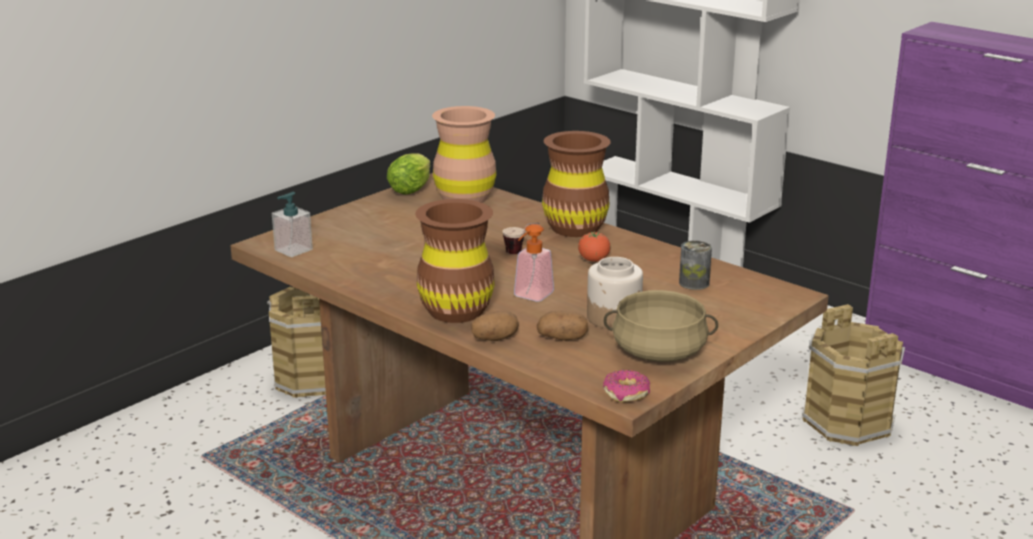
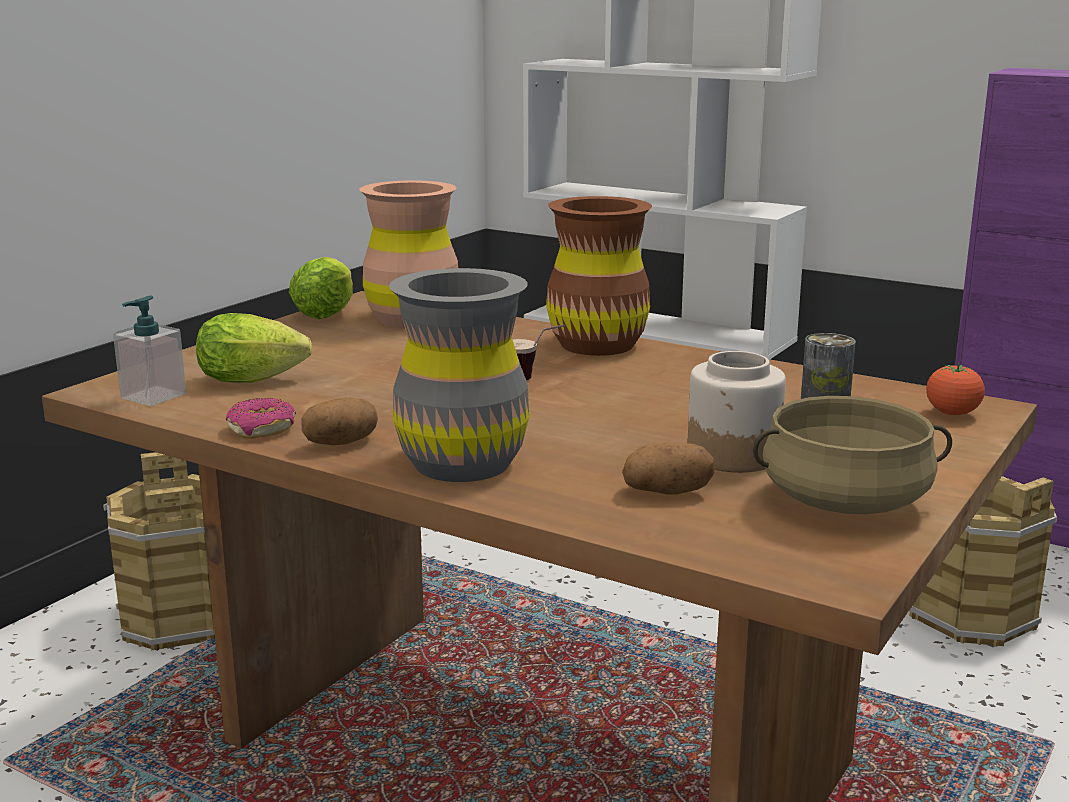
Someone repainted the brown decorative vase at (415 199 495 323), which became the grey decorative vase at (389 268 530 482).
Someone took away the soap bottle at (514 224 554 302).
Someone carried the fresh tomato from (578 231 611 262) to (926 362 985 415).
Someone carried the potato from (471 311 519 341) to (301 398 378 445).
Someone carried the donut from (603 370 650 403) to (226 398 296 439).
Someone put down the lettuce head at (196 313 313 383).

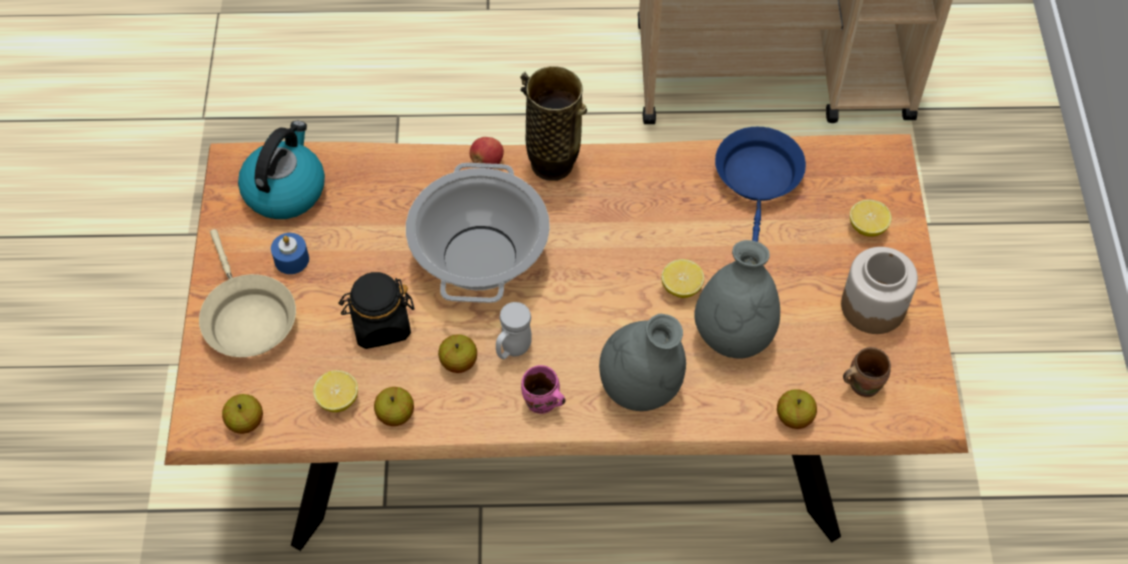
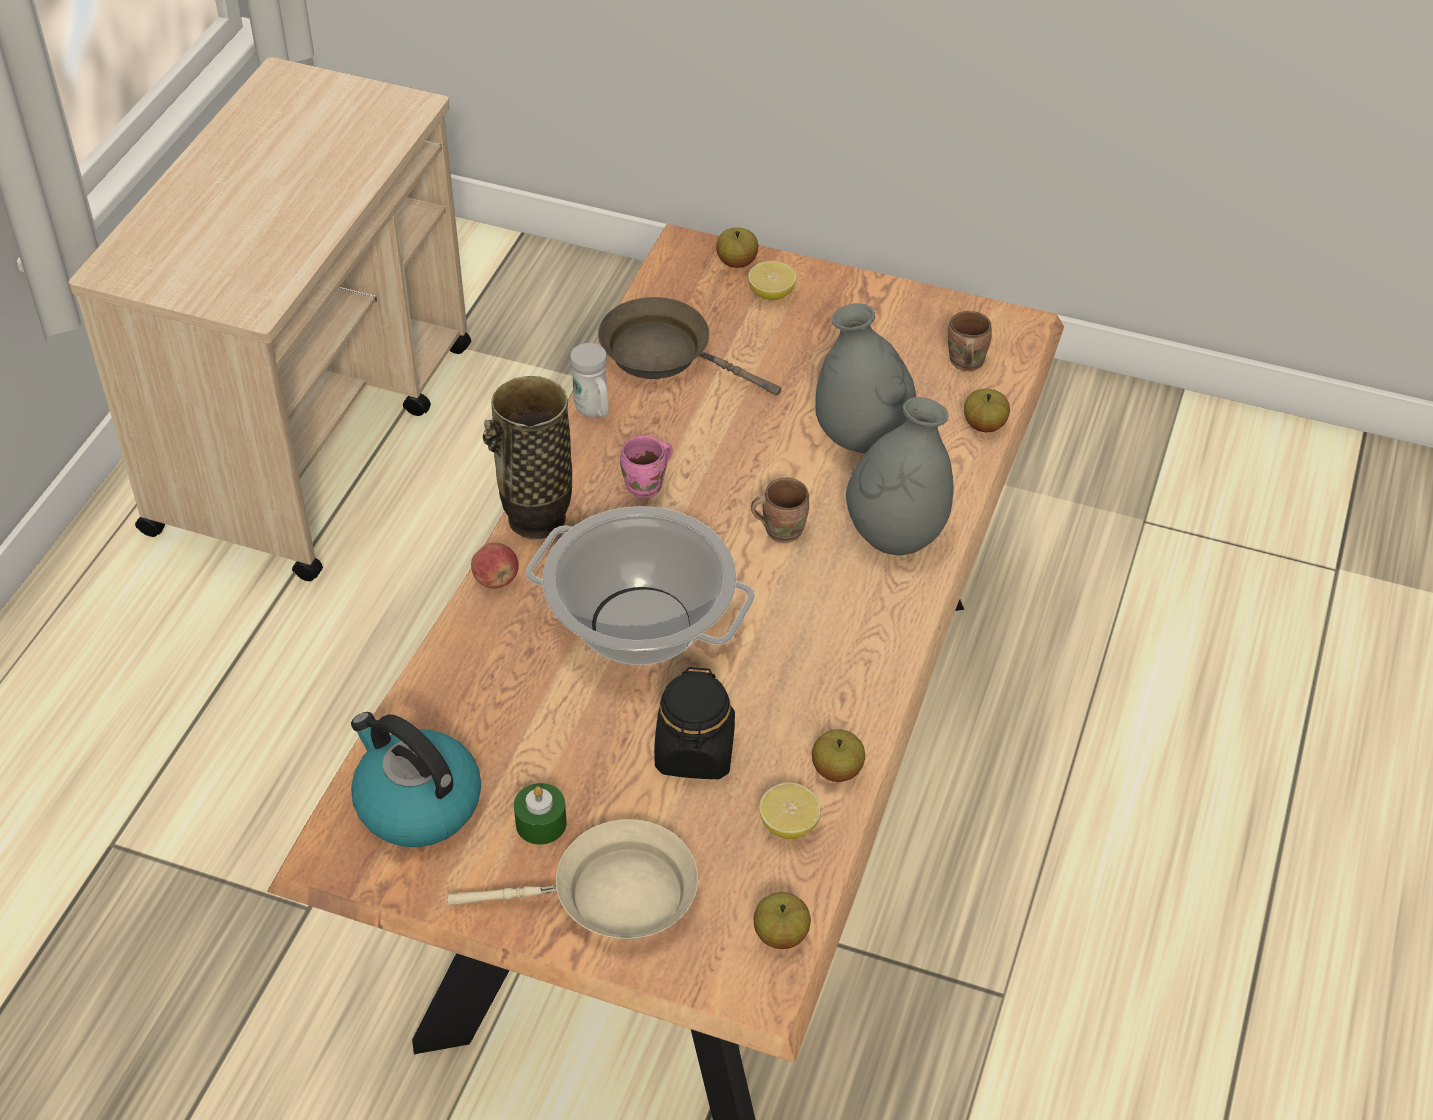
Someone repainted the bluish skillet at (715 127 806 242), which became the brown skillet at (598 297 781 395).
Someone repainted the bluish wax candle at (271 233 309 274), which became the green-coloured wax candle at (514 783 567 845).
Someone took away the jar at (841 247 918 334).
Someone took away the citrus fruit at (661 259 704 298).
Someone carried the white coffee mug from (496 302 532 359) to (570 343 609 418).
Someone carried the apple fruit from (438 334 477 373) to (716 227 758 268).
Someone carried the pinkish coffee mug from (521 365 566 414) to (620 435 673 498).
Someone put down the brown coffee mug at (751 477 809 543).

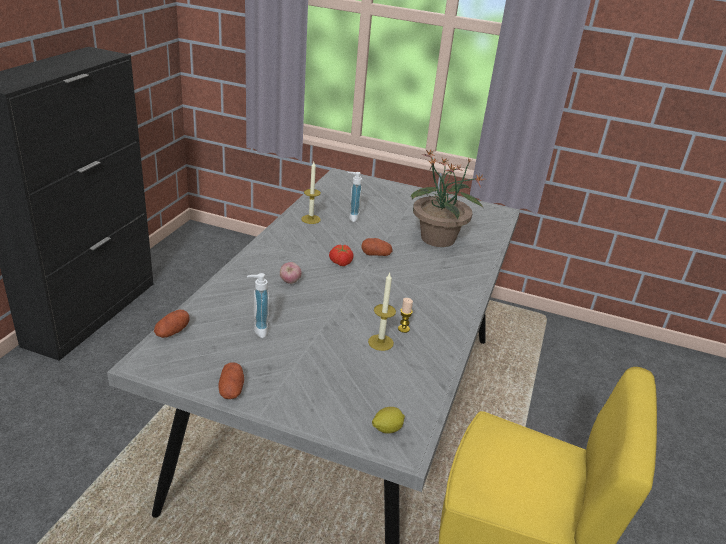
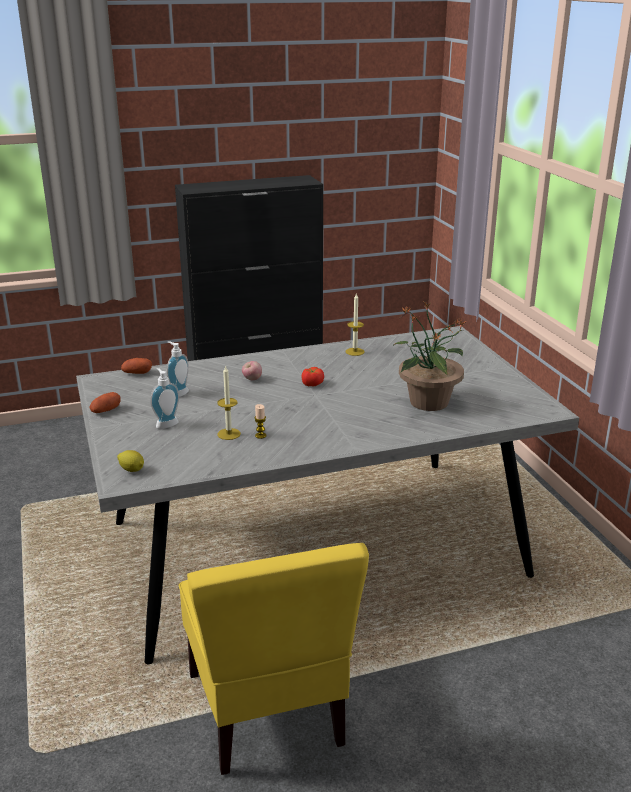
Someone carried the soap bottle from (348 172 362 222) to (150 368 179 429).
Someone took away the potato at (362 238 393 256).

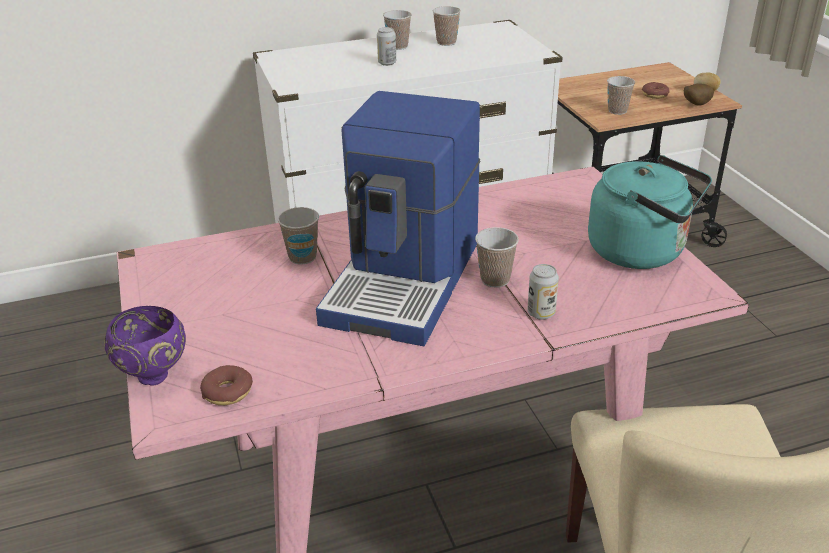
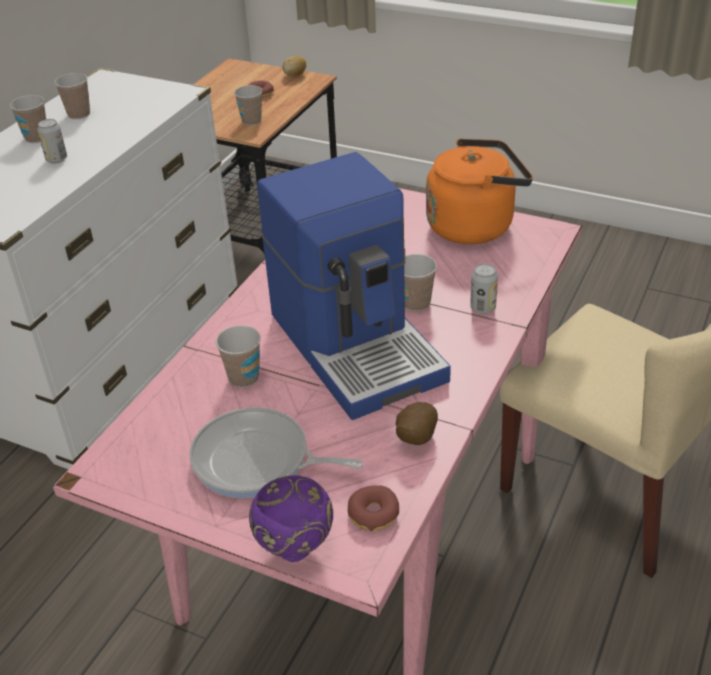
Someone carried the potato from (684 84 714 106) to (396 402 438 445).
Someone repainted the blue-green water kettle at (588 155 712 269), which became the orange-coloured water kettle at (426 138 533 244).
Someone put down the skillet at (189 407 363 498).

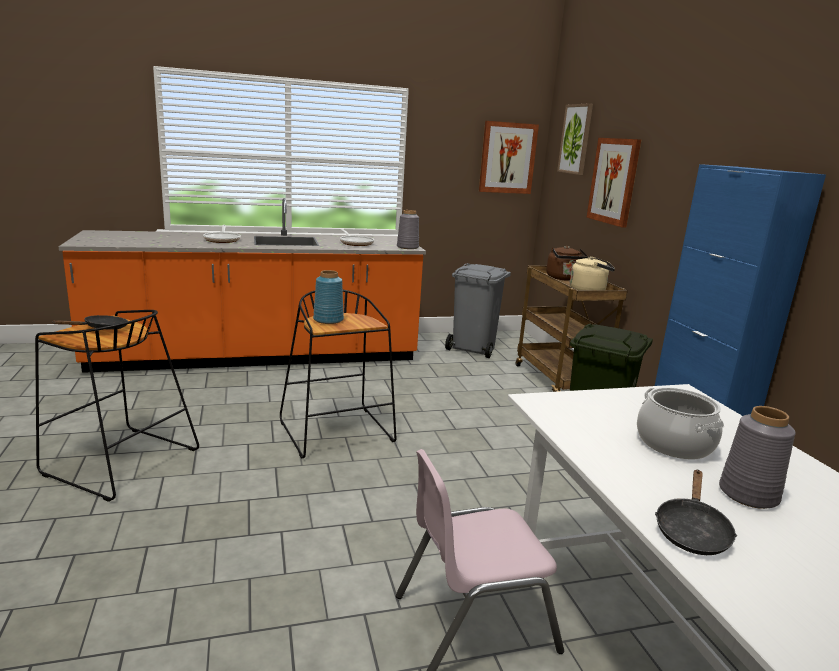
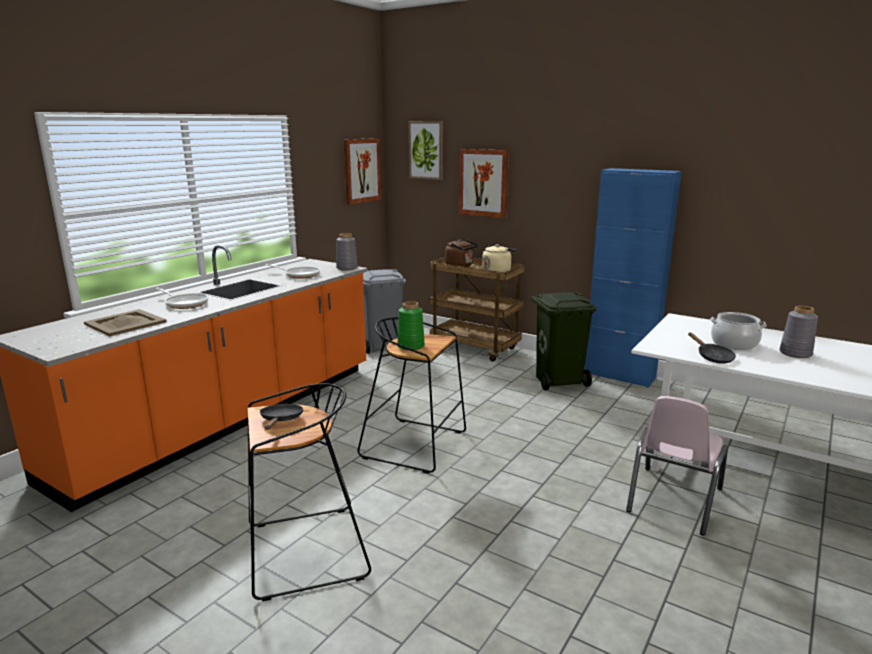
Someone repainted the bluish decorative vase at (313 270 344 324), which became the green-coloured decorative vase at (397 301 425 351).
Someone carried the blackish skillet from (655 470 737 555) to (688 333 736 364).
Someone put down the beige-coloured serving tray at (84 309 167 336).

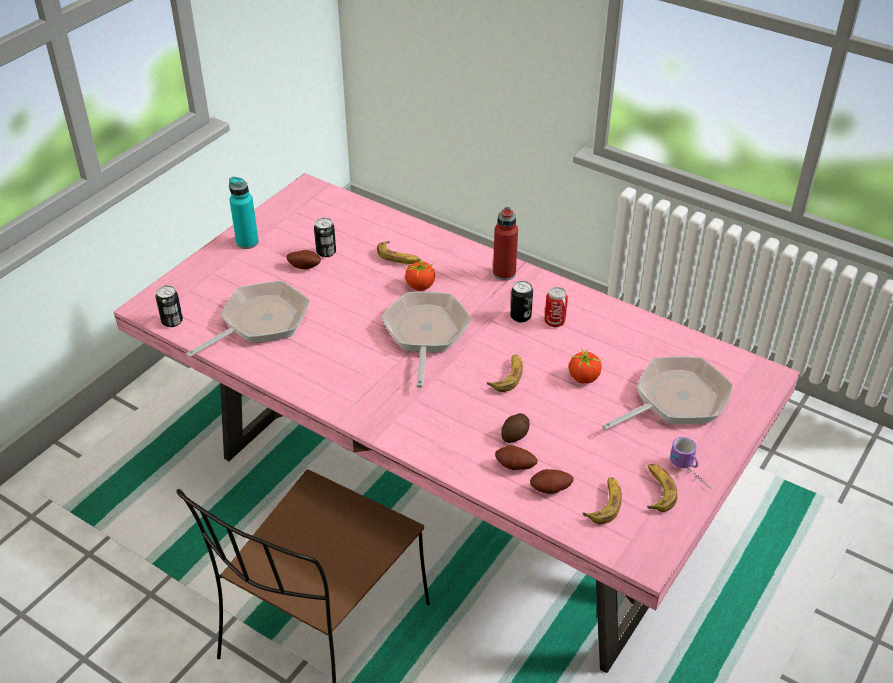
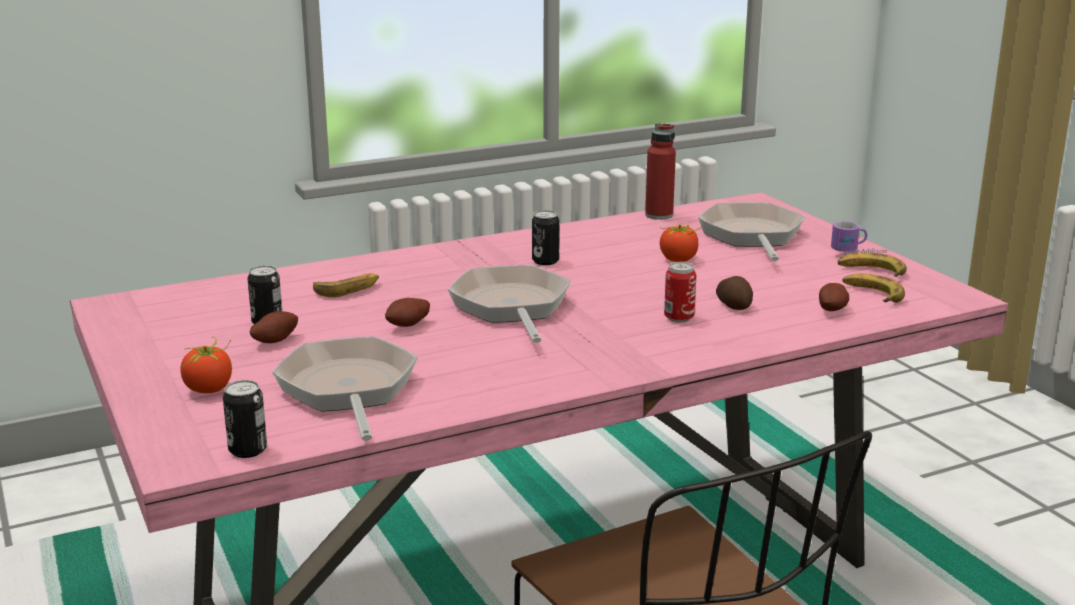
Someone took away the blue-green drink bottle at (229 177 259 249).
Someone carried the reddish drink bottle from (493 207 518 281) to (645 123 676 220).
Someone carried the fresh tomato from (405 258 436 291) to (180 337 232 393).
Someone carried the metal can from (545 287 568 328) to (664 262 696 322).
Someone rotated the skillet at (381 292 471 388) by 45 degrees clockwise.
Someone took away the banana fruit at (487 355 523 392).
Someone carried the potato from (495 445 538 470) to (385 298 430 327).

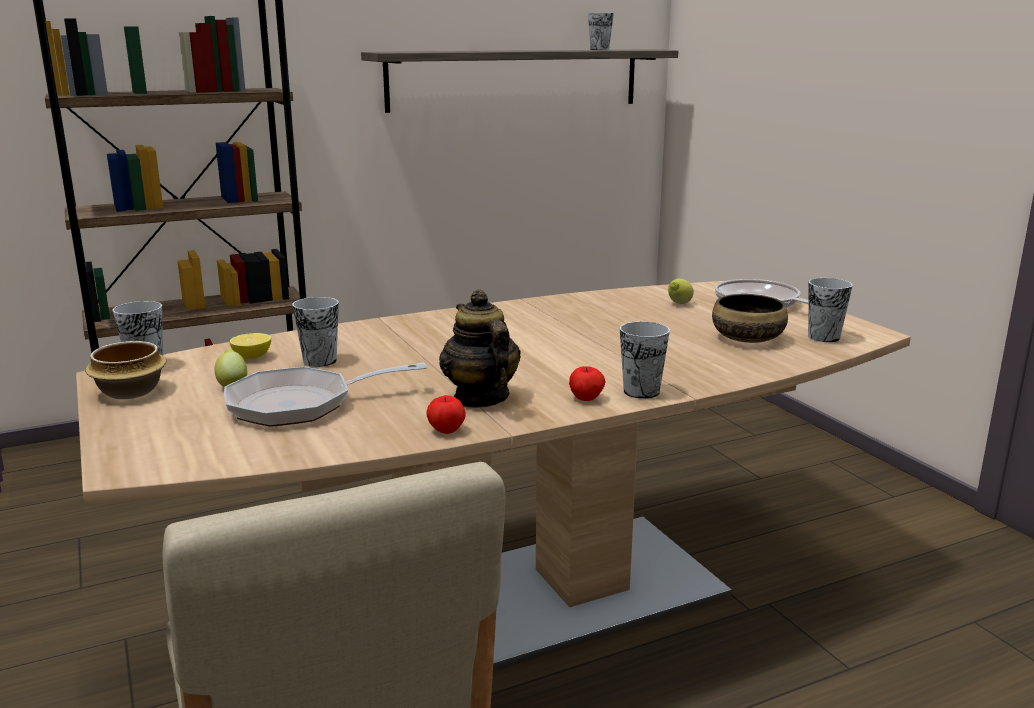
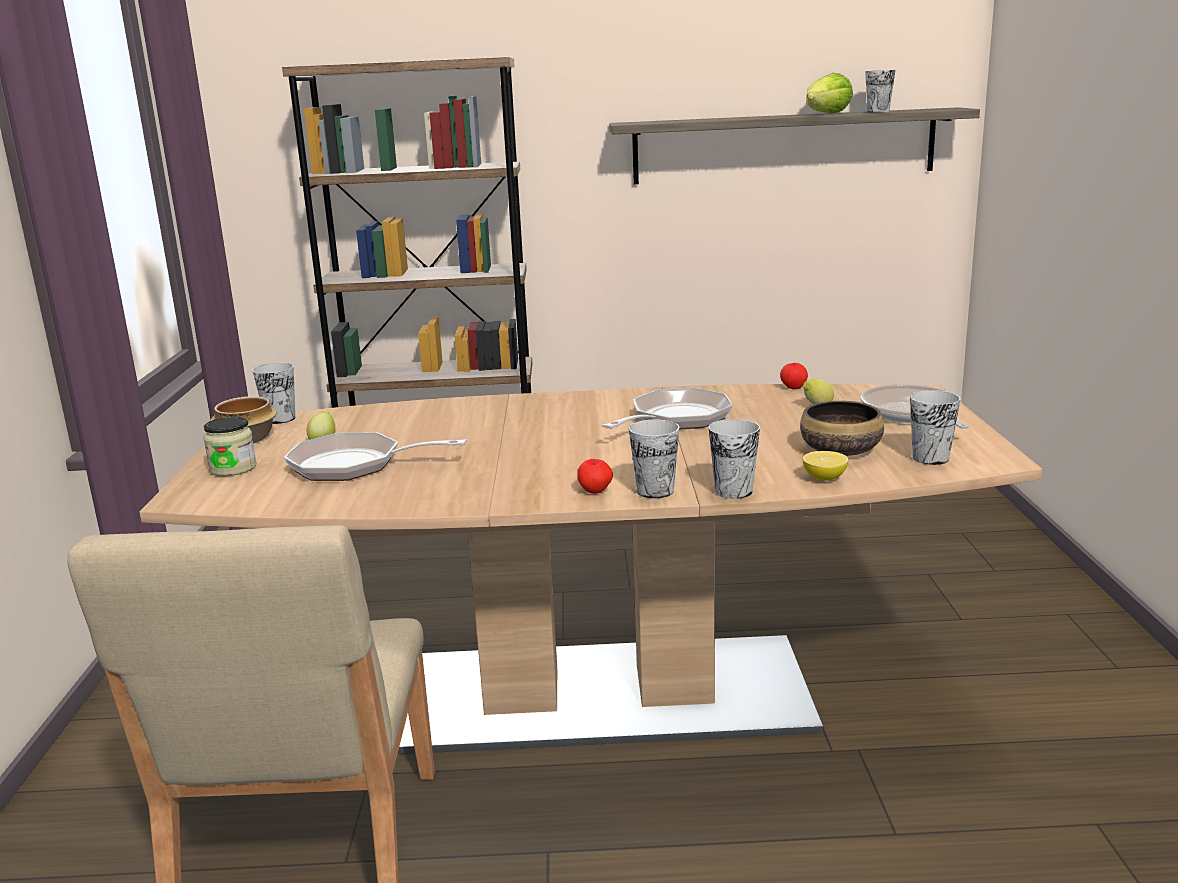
Someone took away the pot for tea at (439 289 521 408).
Someone carried the drinking cup from (292 297 339 367) to (709 419 760 499).
Someone carried the citrus fruit from (230 333 271 359) to (802 451 848 481).
Someone carried the apple fruit from (426 395 466 434) to (780 363 808 389).
Someone put down the lettuce head at (806 73 853 114).
Someone put down the skillet at (602 388 733 430).
Someone put down the jar at (203 417 257 476).

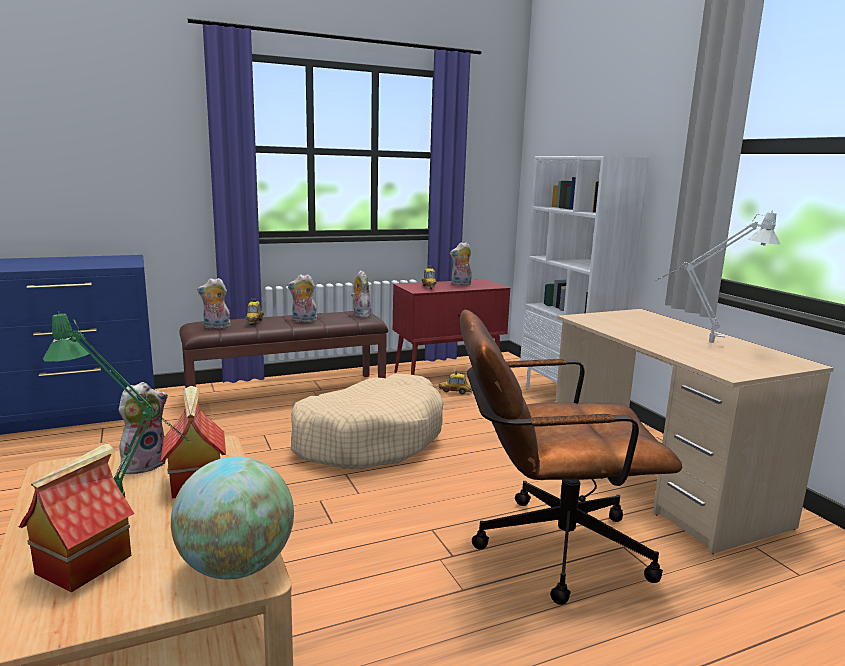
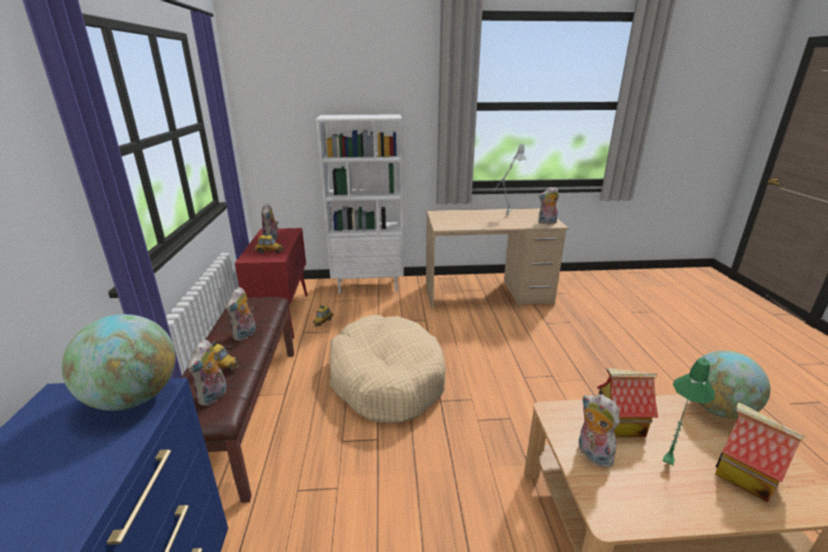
Someone carried the soft toy from (351 270 371 318) to (538 187 559 224).
Someone took away the brown computer chair at (460 310 682 605).
Someone put down the world globe at (62 314 175 411).

